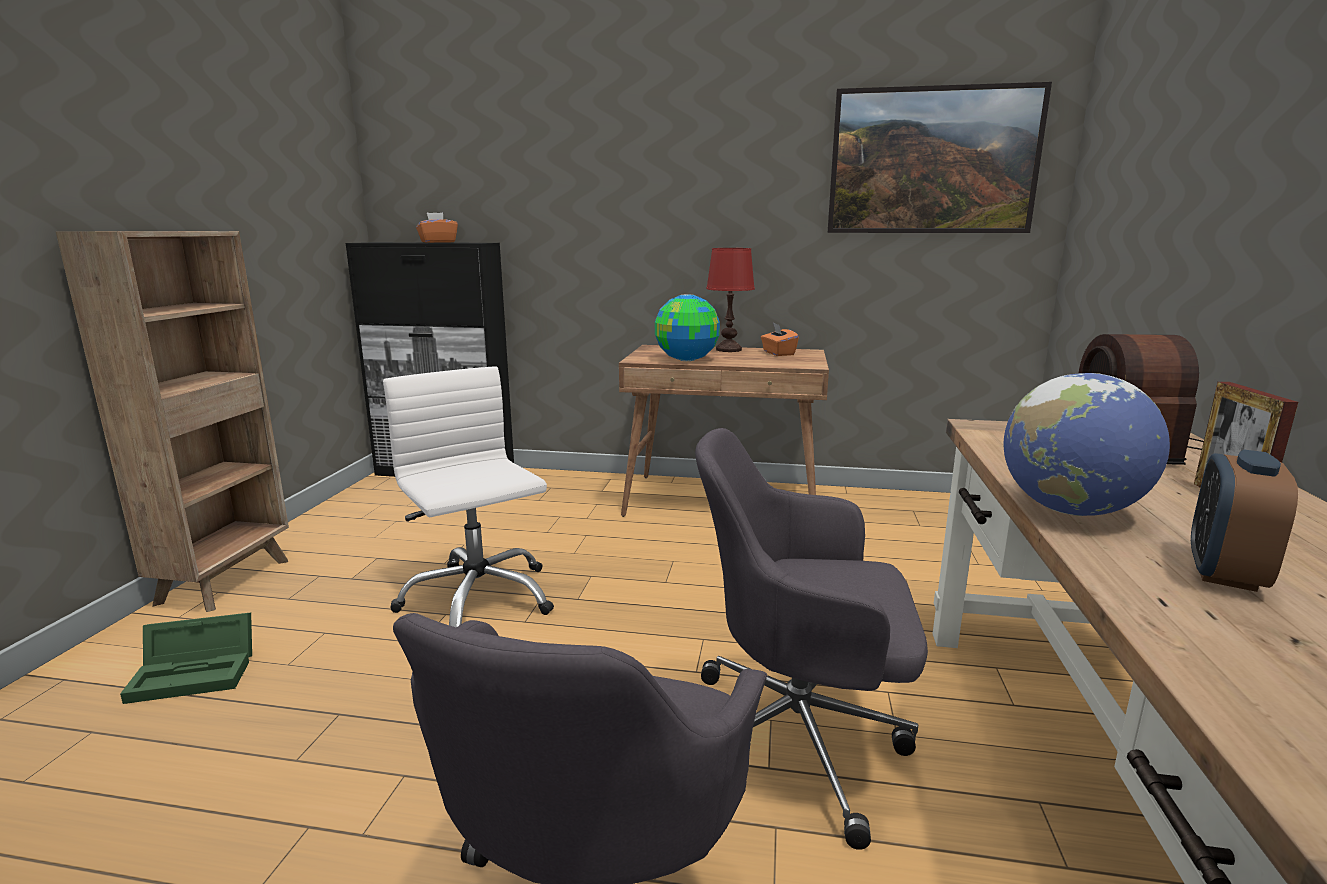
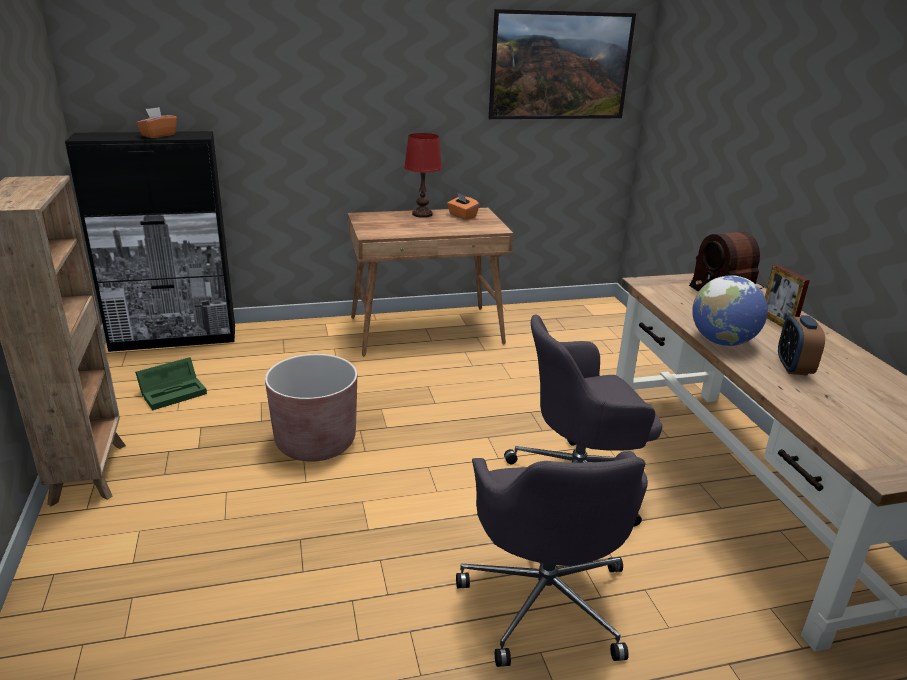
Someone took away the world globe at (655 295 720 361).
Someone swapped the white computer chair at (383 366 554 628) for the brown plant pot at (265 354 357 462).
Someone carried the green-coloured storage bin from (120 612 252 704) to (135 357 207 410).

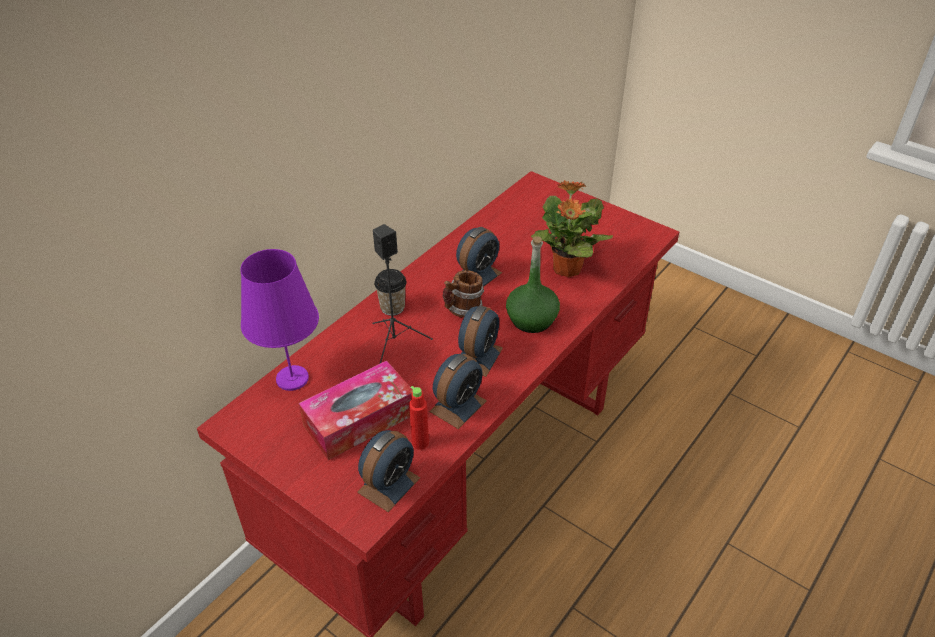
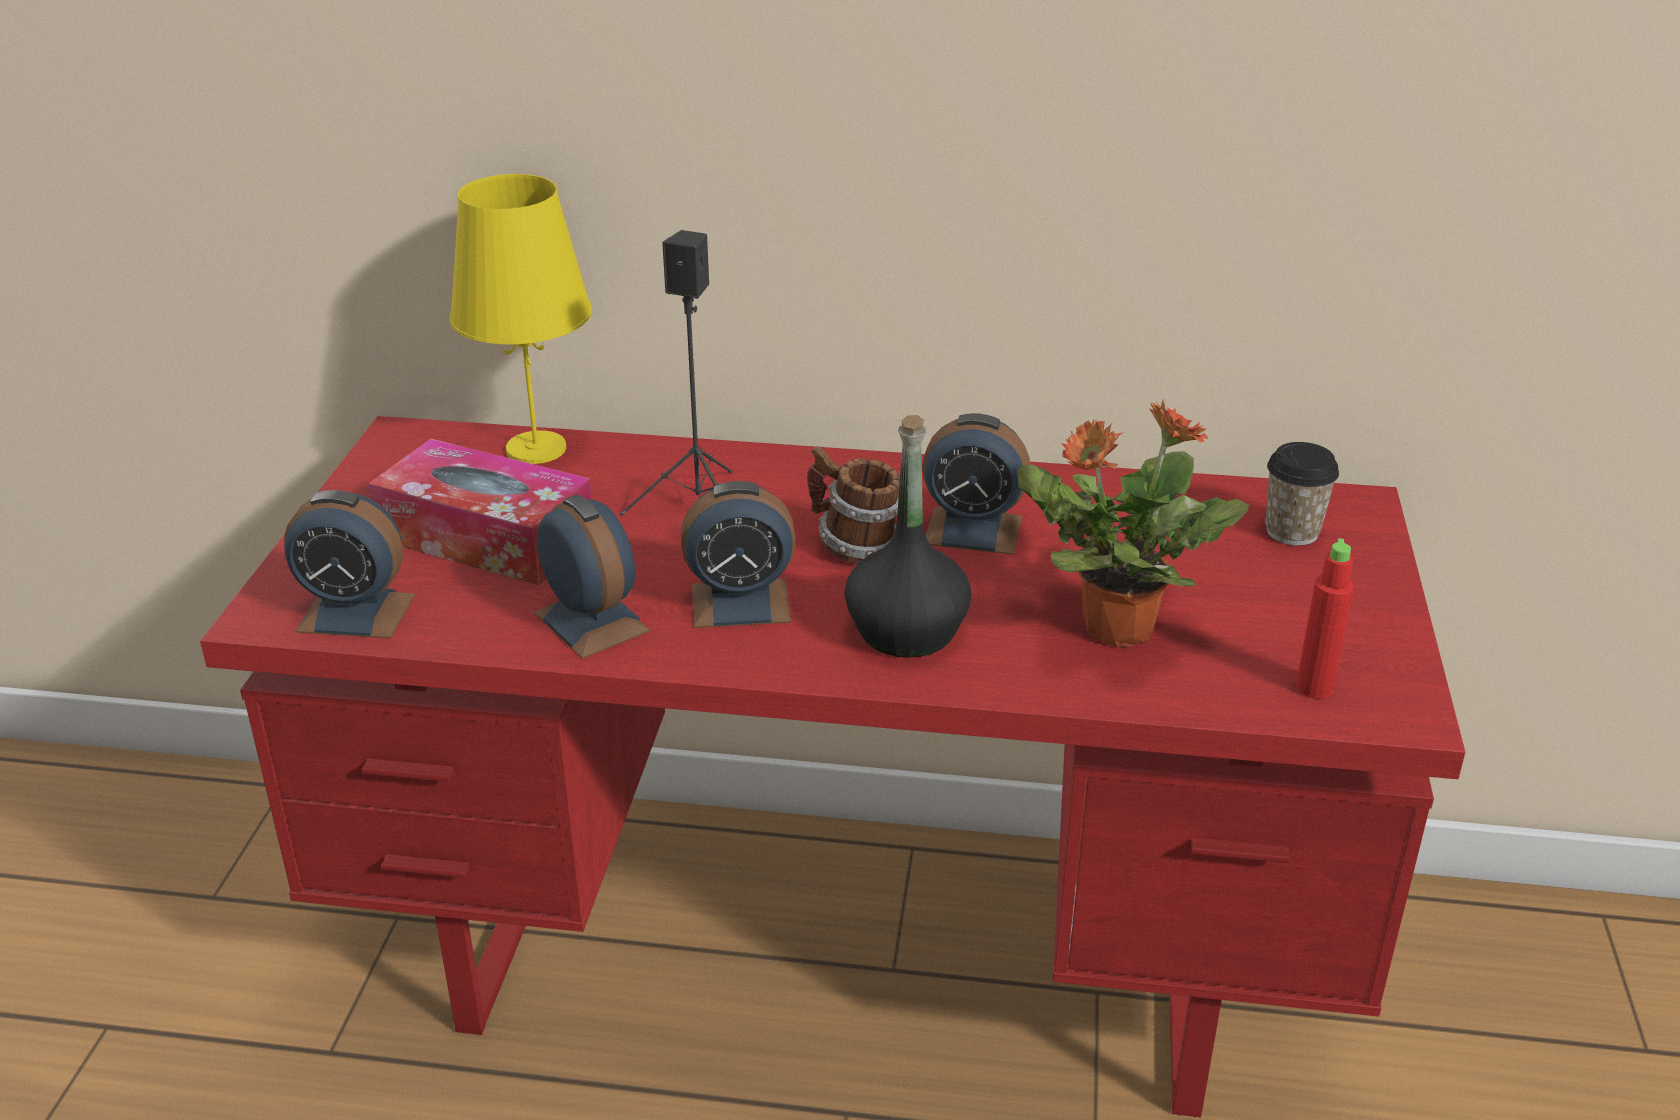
Someone repainted the green-coloured drink bottle at (506 236 560 333), which became the blackish drink bottle at (844 415 971 658).
Someone repainted the purple table lamp at (240 249 319 391), which became the yellow-coloured table lamp at (450 174 592 464).
Someone carried the drinking cup from (374 269 407 316) to (1265 442 1339 545).
Someone rotated the table clock at (429 354 487 429) by 135 degrees counterclockwise.
Someone carried the reddish drink bottle from (409 386 429 450) to (1296 538 1354 699).

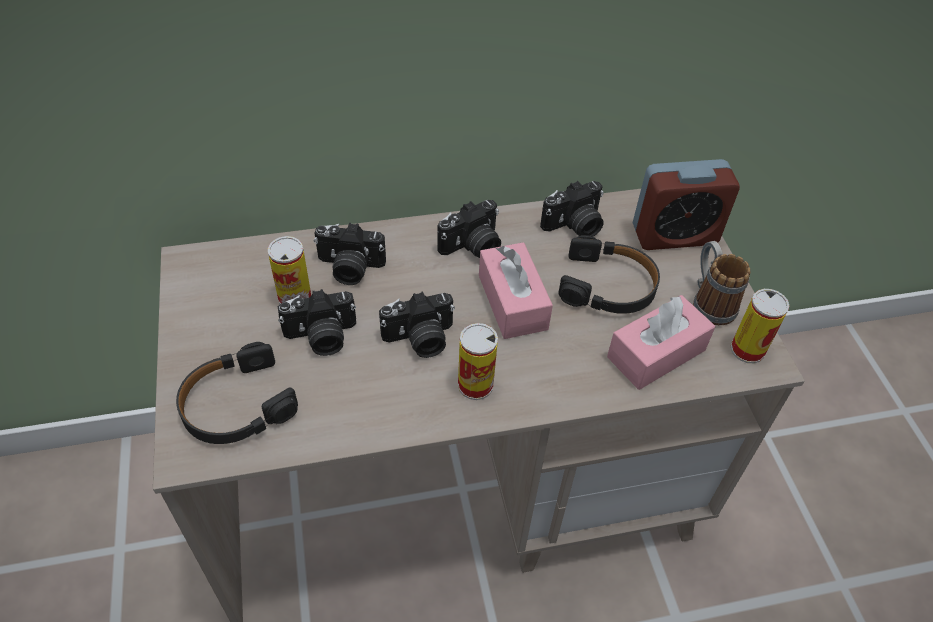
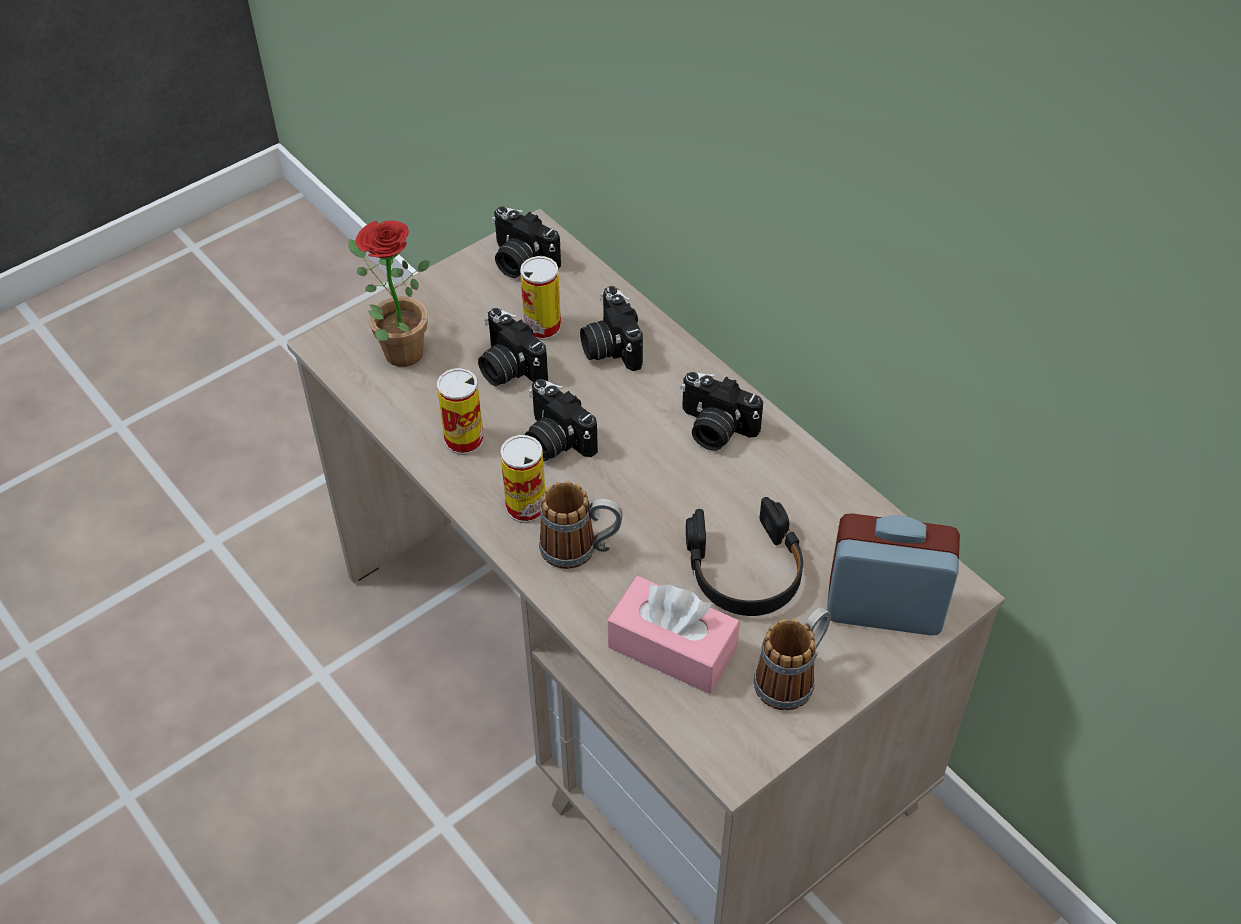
Someone rotated the table clock at (633 159 740 250) by 135 degrees clockwise.
Someone carried the photo camera from (540 181 604 237) to (492 206 561 278).
Someone took away the pinkish tissue holder at (479 242 553 339).
Someone carried the metal can from (731 289 789 363) to (437 368 484 455).
Someone swapped the blackish headset at (176 342 298 444) for the plant in a pot at (348 220 430 367).
Someone put down the coffee mug at (539 481 623 569).

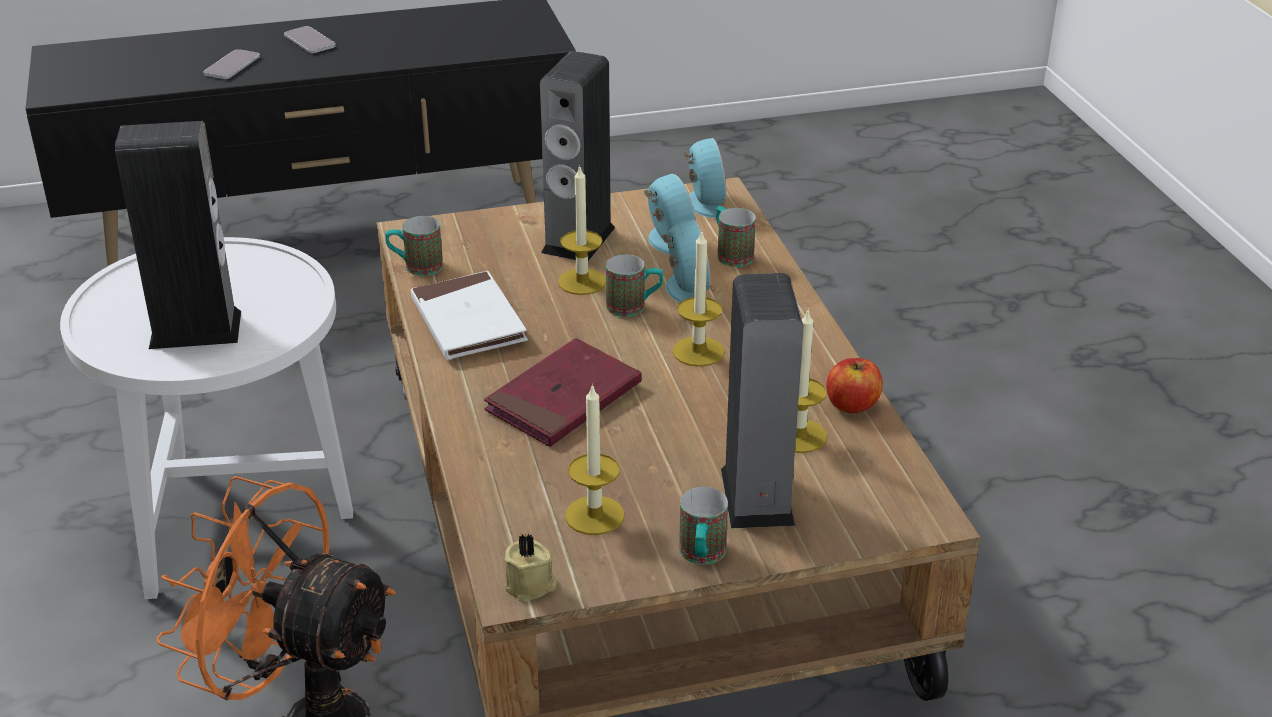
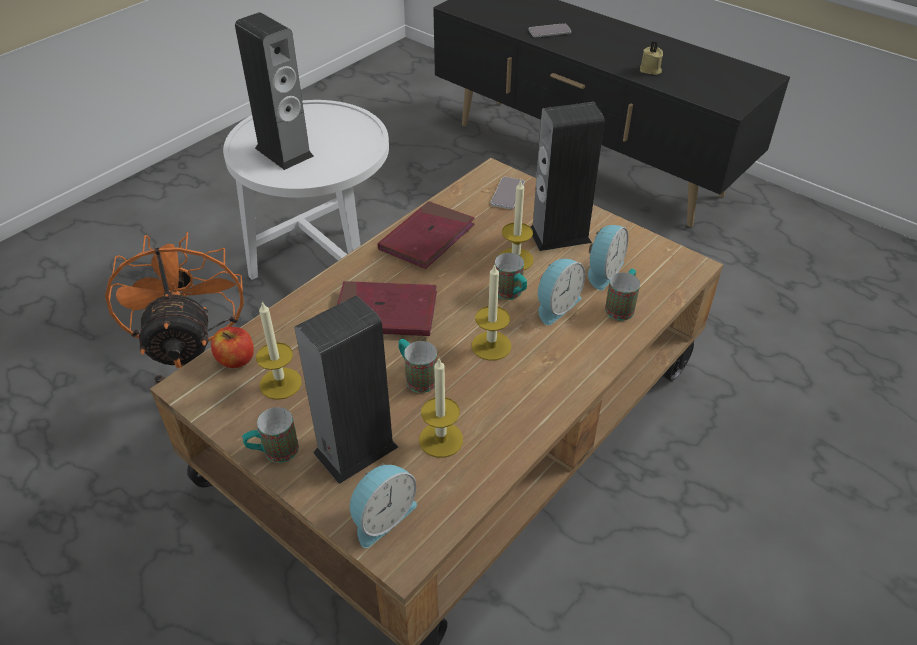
Someone carried the handset from (284 26 336 53) to (491 177 525 209).
Someone carried the table clock from (684 138 726 218) to (350 463 417 548).
Someone carried the coffee mug from (385 216 443 276) to (399 339 437 393).
Someone repainted the white bound book at (411 271 528 360), which became the reddish bound book at (378 201 475 269).
Someone carried the apple fruit from (826 358 883 413) to (211 327 254 368).
Someone carried the beige-coloured wax candle from (505 533 557 602) to (640 41 663 75).

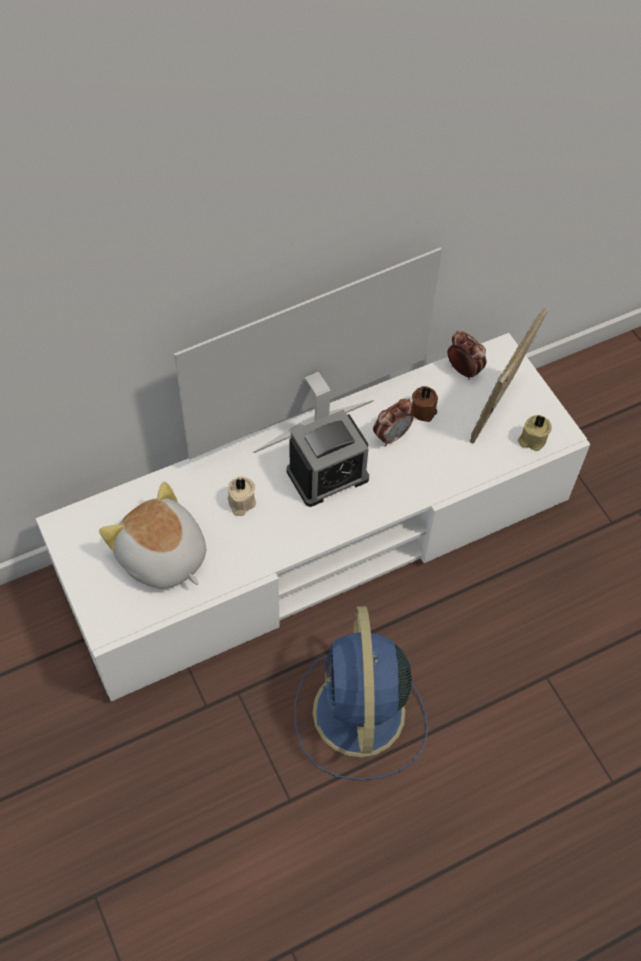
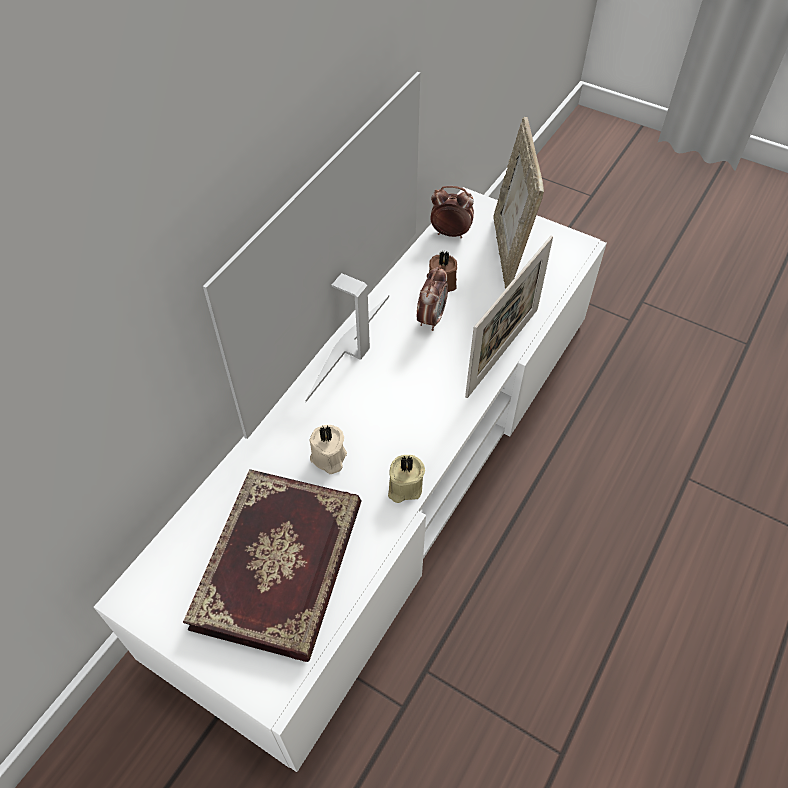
Someone took away the table clock at (287 410 369 507).
Someone carried the beige-coloured wax candle from (518 415 552 451) to (388 455 425 503).
Someone swapped the soft toy at (99 482 206 589) for the bound book at (183 469 361 662).
Someone took away the bluish cooling fan at (294 606 428 781).
Someone put down the standing frame at (465 236 553 398).

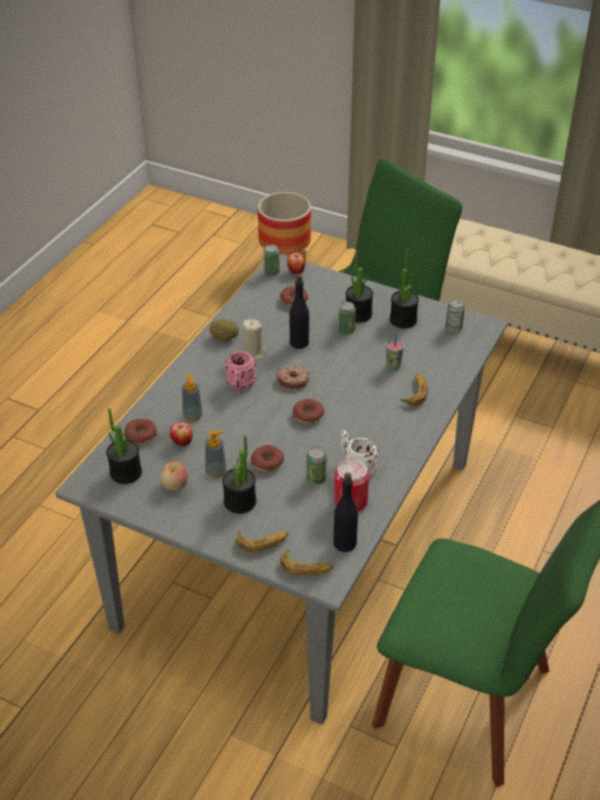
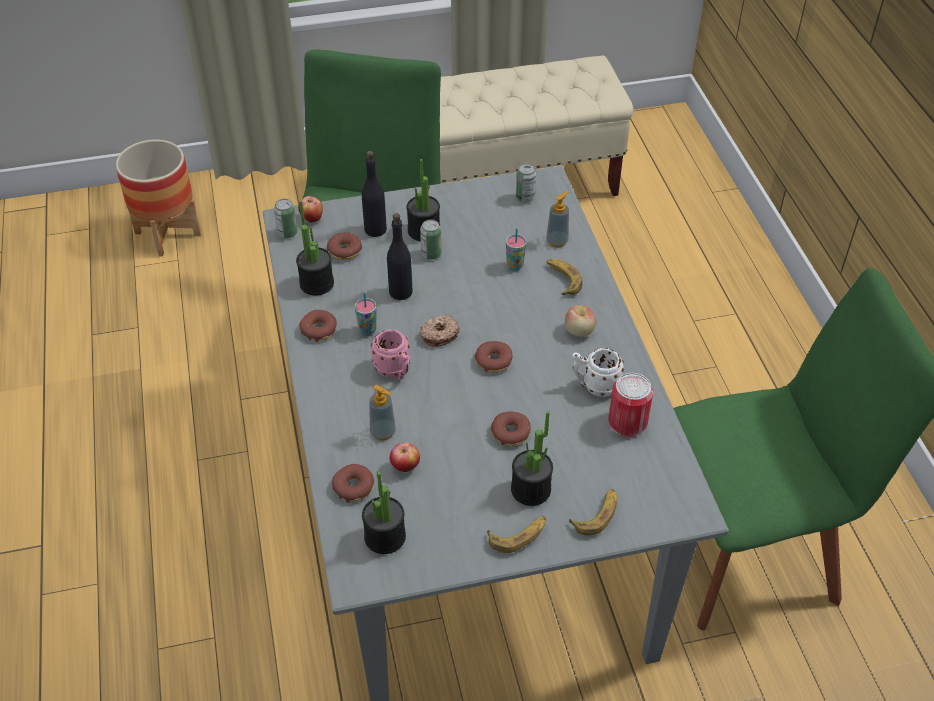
Someone carried the plant in a pot from (390 248 419 329) to (296 201 334 295).
Someone swapped the potato at (209 319 239 341) for the donut at (299 310 337 342).
Someone swapped the beige-coloured wax candle at (242 319 266 361) for the drinking cup at (355 293 377 336).
Someone carried the soap bottle from (205 431 227 479) to (546 191 569 248).
Someone took away the metal can at (307 447 327 484).
Someone carried the apple fruit from (160 461 188 491) to (565 305 596 337).
Someone carried the blackish drink bottle from (333 472 358 552) to (362 151 387 237).
Someone carried the banana fruit from (280 550 333 575) to (487 516 546 553).

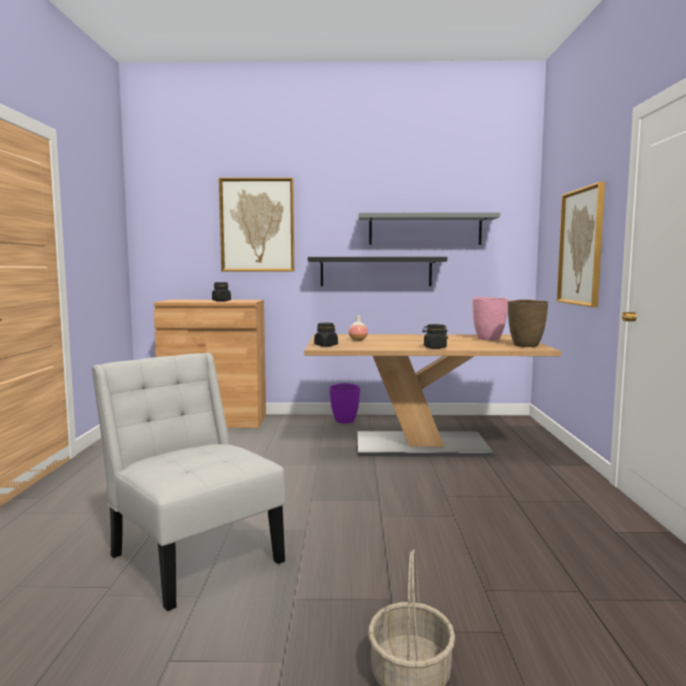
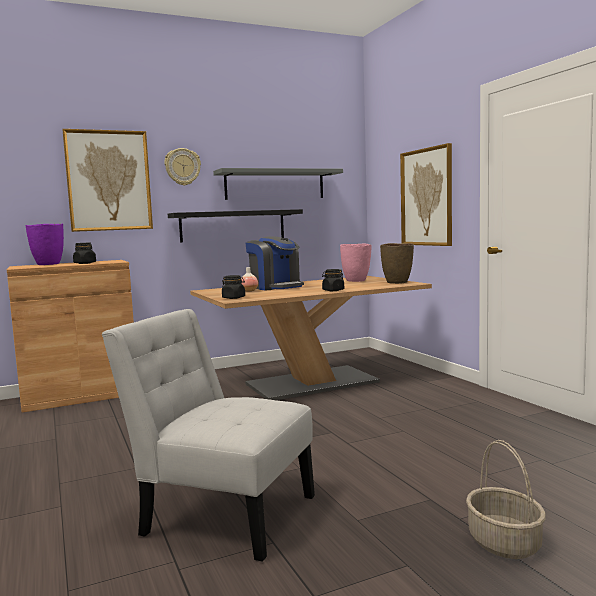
Someone carried the purple decorative vase from (329 383 360 424) to (25 223 64 265).
Someone put up the clock on the wall at (164 148 201 186).
Someone put down the coffee maker at (245 236 304 290).

